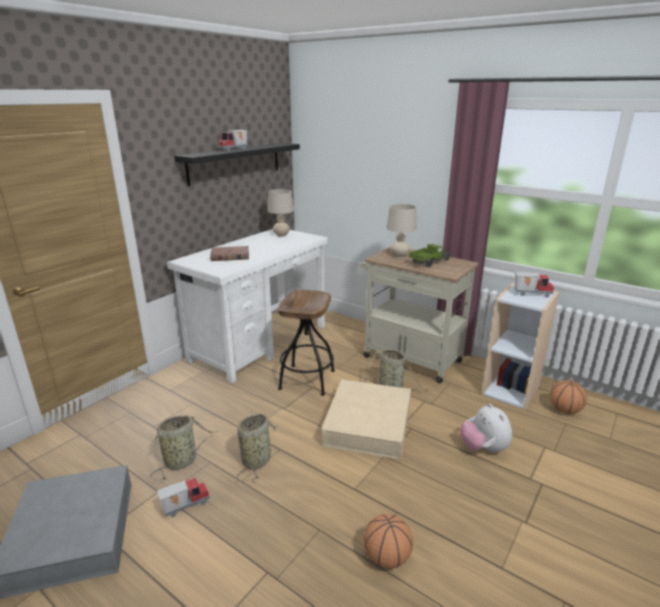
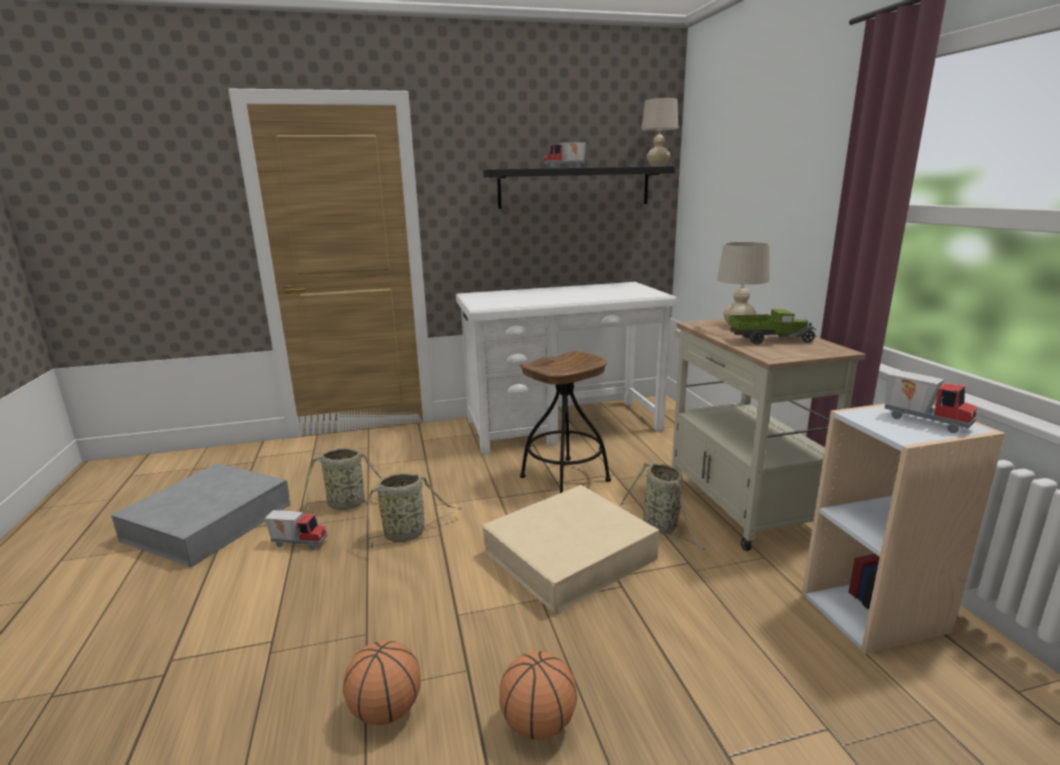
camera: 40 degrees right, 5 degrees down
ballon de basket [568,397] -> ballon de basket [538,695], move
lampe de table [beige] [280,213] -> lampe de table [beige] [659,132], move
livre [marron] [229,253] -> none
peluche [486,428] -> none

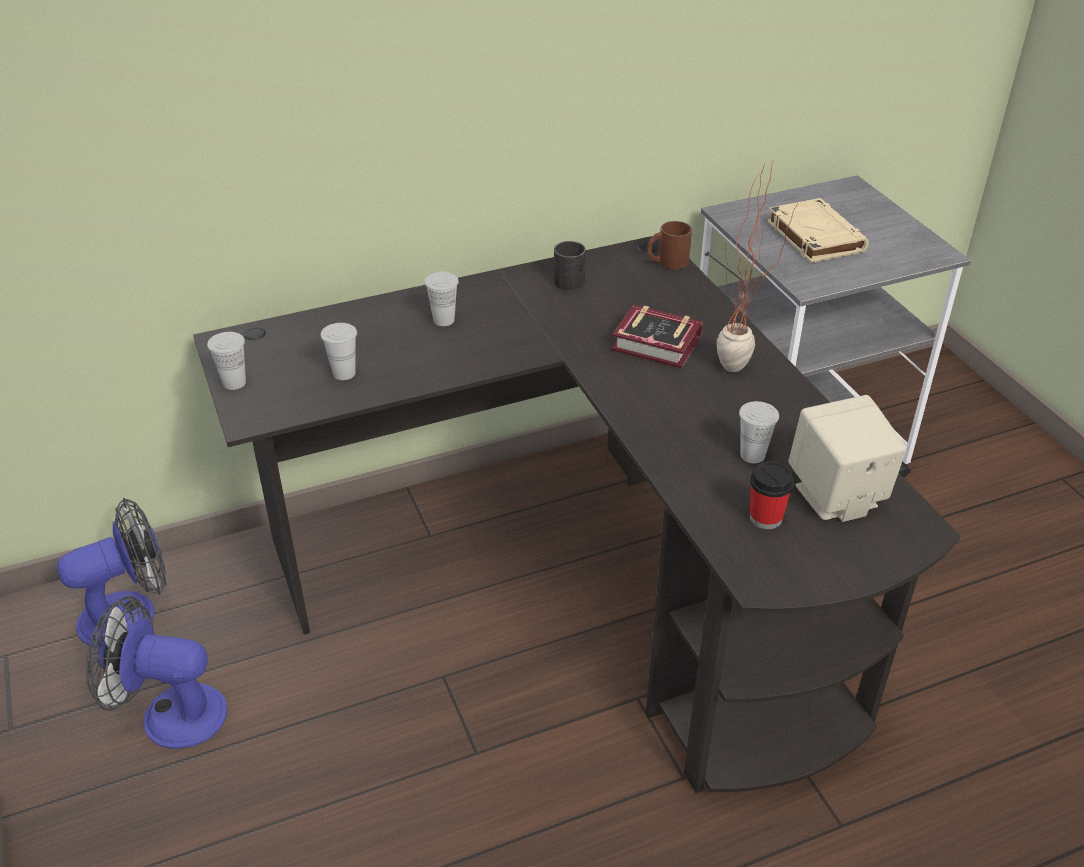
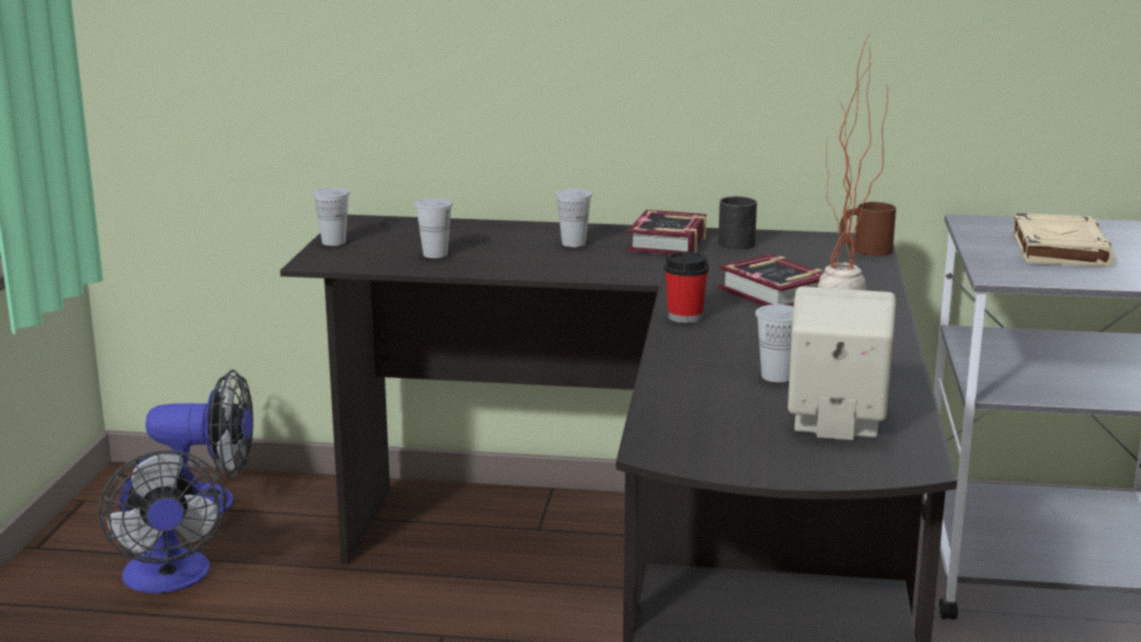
camera: 30 degrees right, 20 degrees down
ventilateur [157,672] -> ventilateur [162,522], 150 degrees counterclockwise
none -> livre [667,232]
tasse [772,495] -> tasse [686,287], move

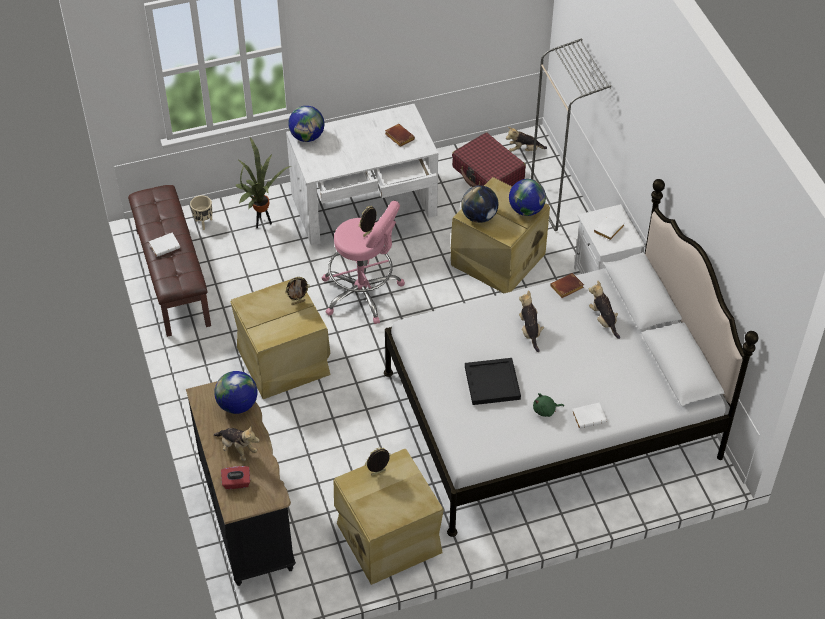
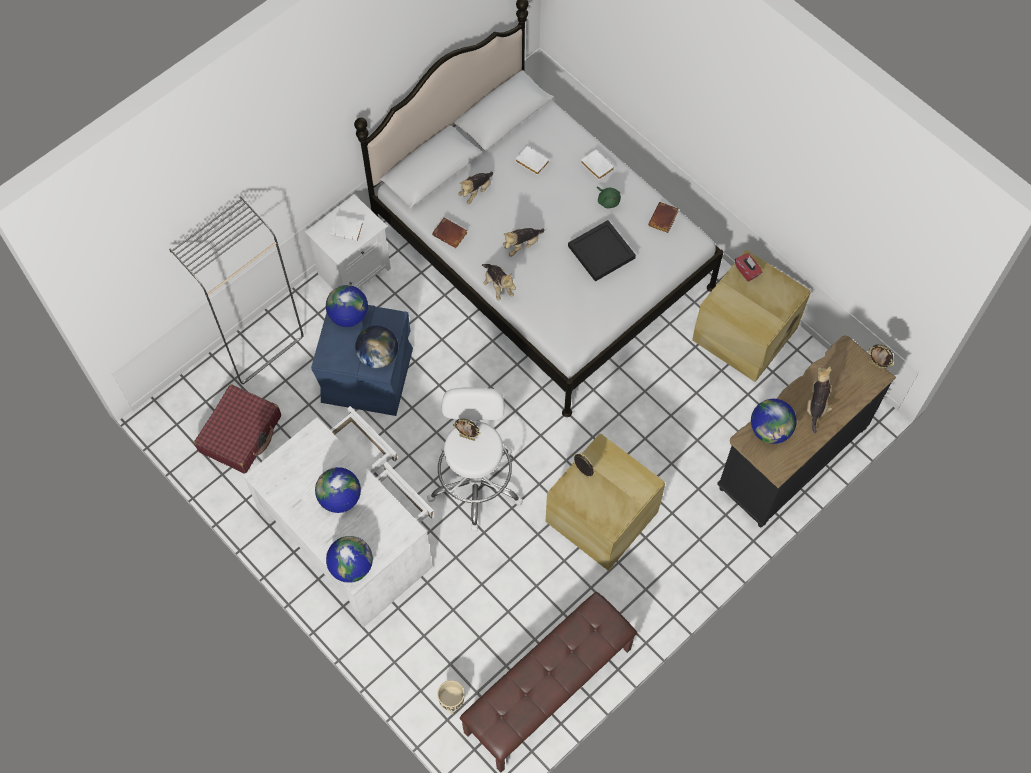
camera: 115 degrees left, 15 degrees up
boîte de rangement [beige] [500,235] -> boîte de rangement [bleu] [362,360]
none -> globe [338,490]
tabouret [rose] [363,262] -> tabouret [blanc] [475,459]
peluche [526,139] -> peluche [499,282], move
livre [blanc] [164,245] -> livre [blanc] [532,160], move
livre [marron] [400,135] -> livre [marron] [663,217], move
boîte à mouchoirs [rouge] [235,477] -> boîte à mouchoirs [rouge] [748,267], move
cadre photo [378,461] -> cadre photo [881,358], move
plante en pot [263,182] -> none

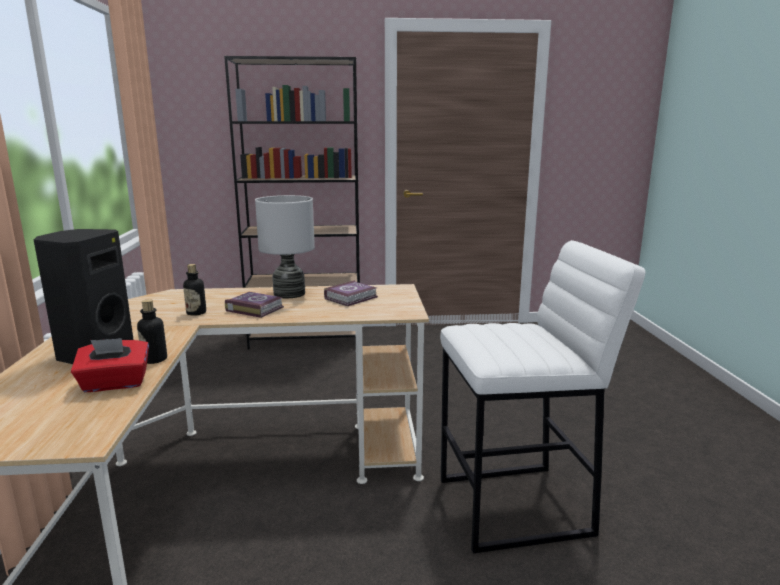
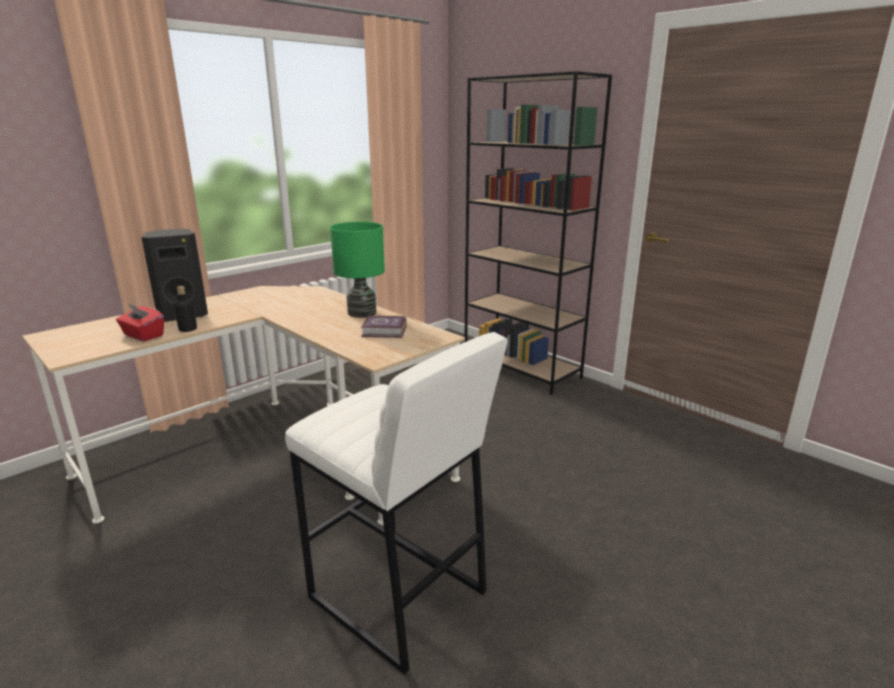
camera: 50 degrees right, 5 degrees up
lampe de table [gris] [285,247] -> lampe de table [vert] [357,270]
bouteille [194,290] -> none
livre [254,305] -> none

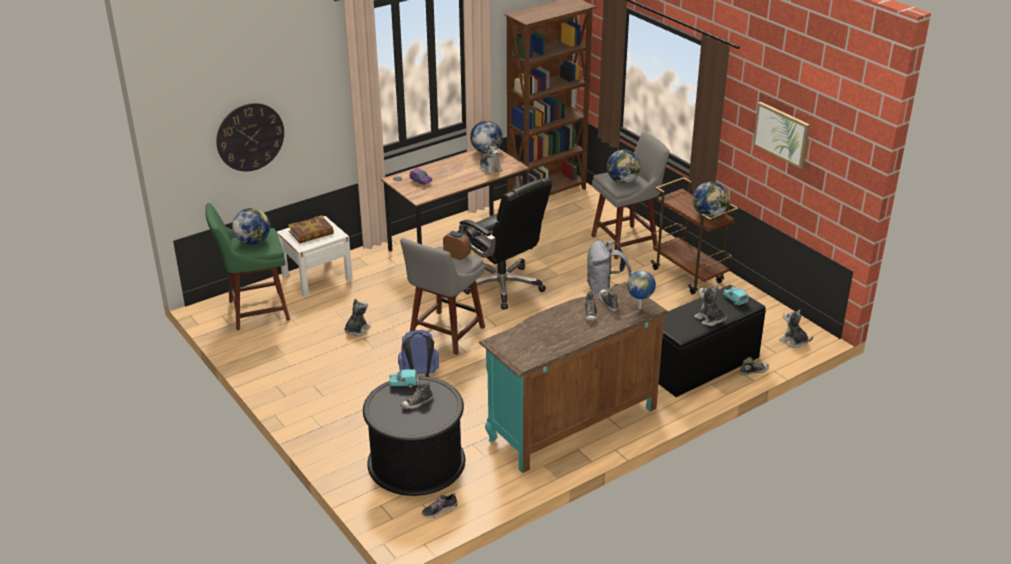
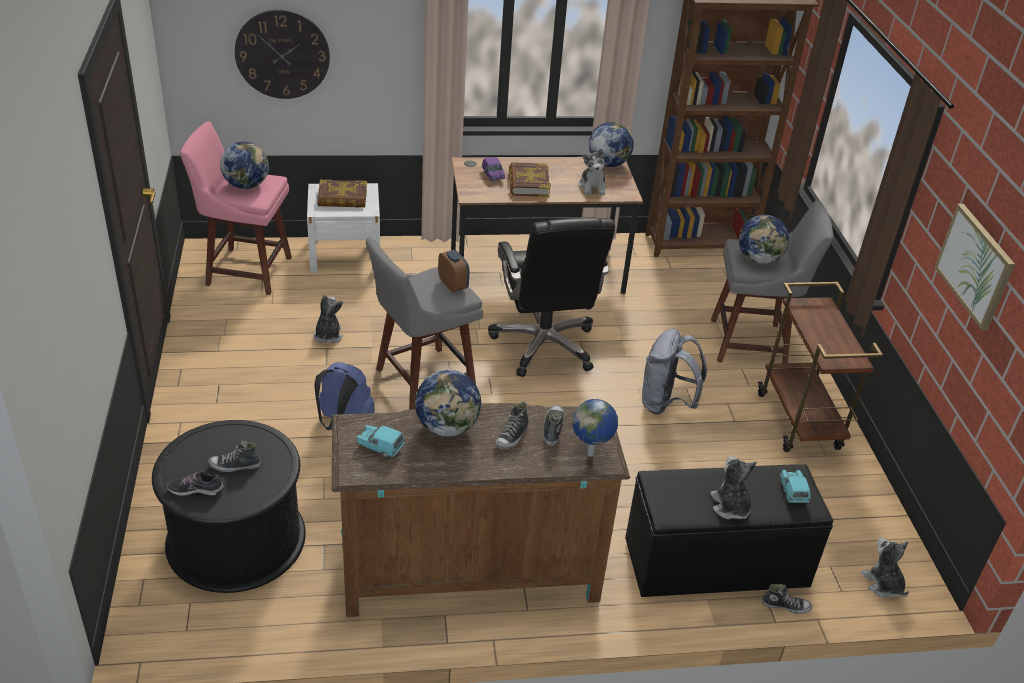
camera: 25 degrees right, 5 degrees up
chaussure [440,505] -> chaussure [195,483], move
tabouret [vert] [247,266] -> tabouret [rose] [236,208]
peluche [357,318] -> peluche [328,319], 60 degrees counterclockwise
petite voiture [turquoise] [403,378] -> petite voiture [turquoise] [380,441], move
globe [711,200] -> globe [448,403], move
none -> livre [529,179]

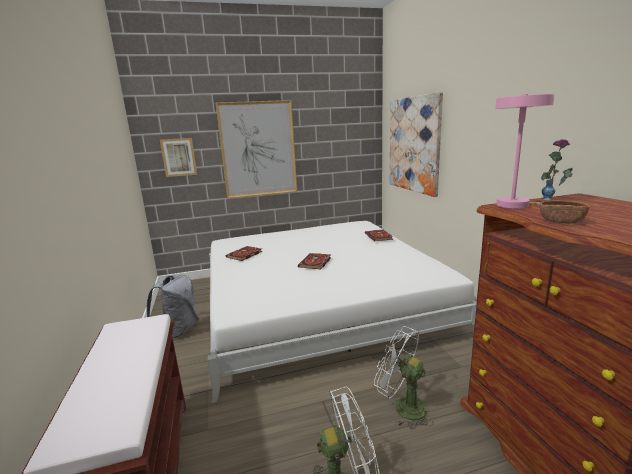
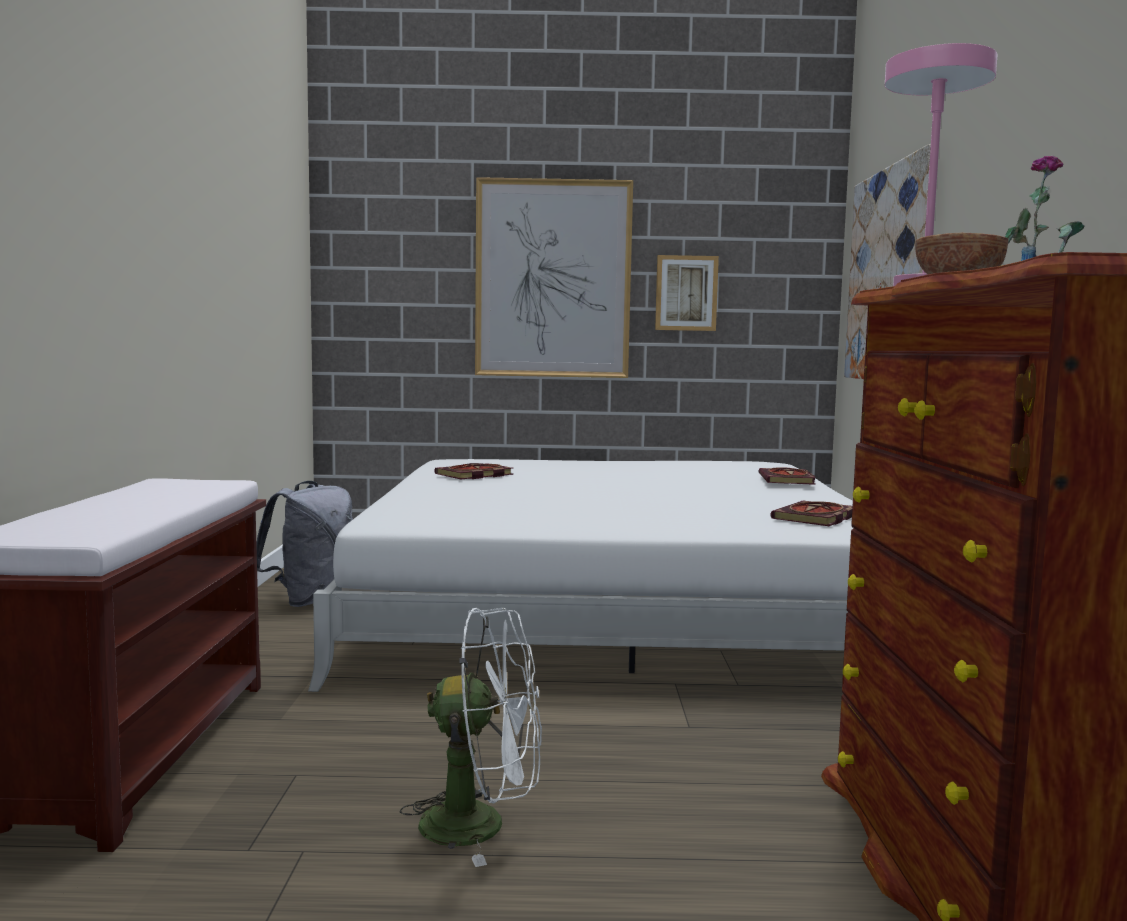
camera: 15 degrees right, 10 degrees down
tableau [178,157] -> tableau [687,293], move
livre [314,261] -> livre [811,513], move
ventilateur [blanc] [404,378] -> none

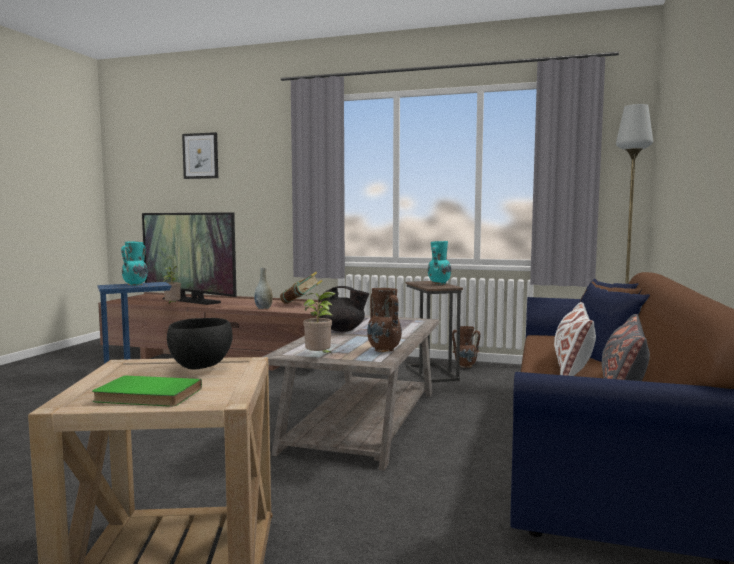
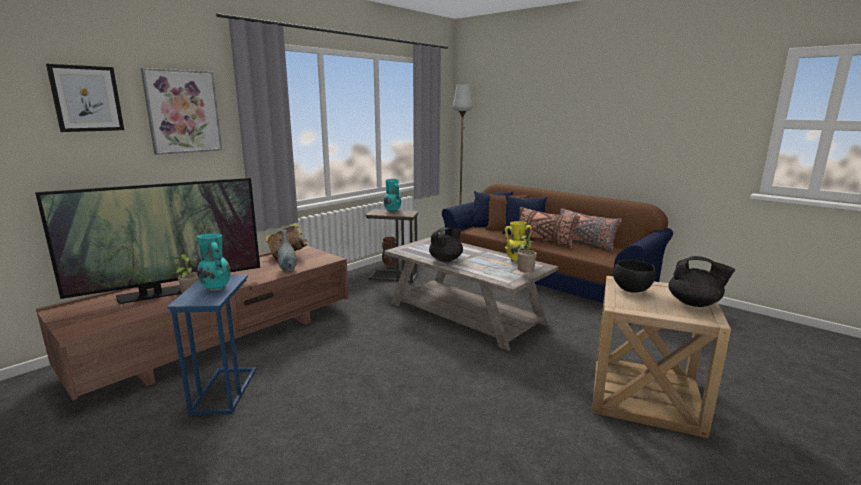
camera: 65 degrees left, 10 degrees up
none -> tableau [181,111]
vase [marron] [384,320] -> vase [jaune] [518,241]
coussin [blanc] [575,339] -> coussin [marron] [549,228]
livre [vert] [147,390] -> théière [noir] [702,281]

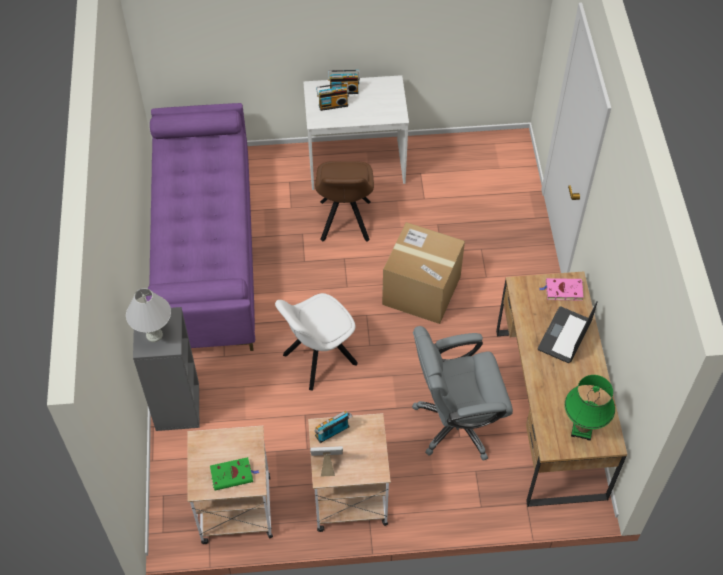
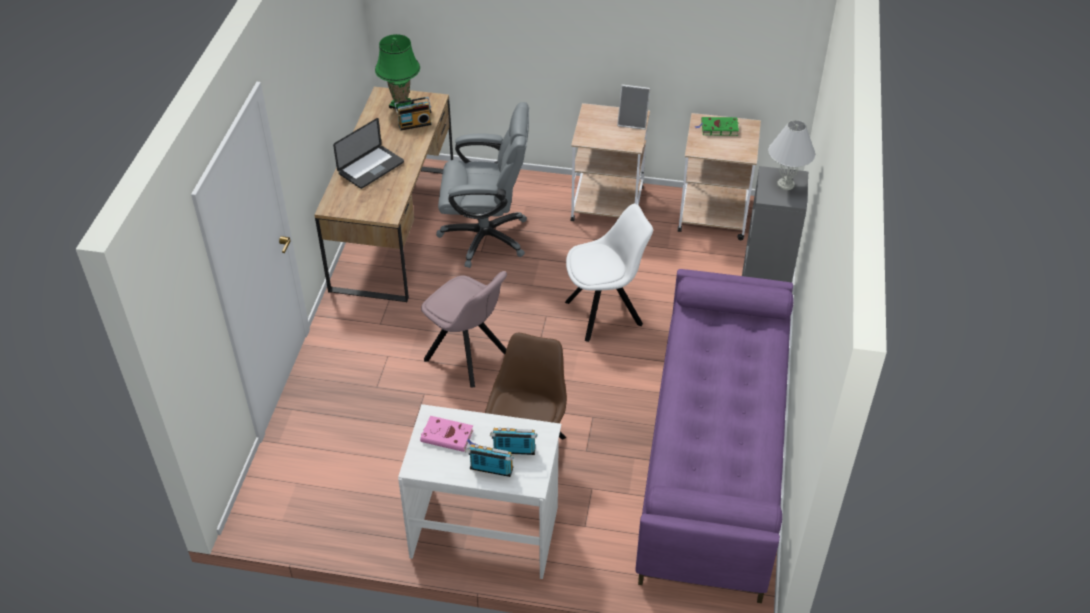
camera: 165 degrees left, 10 degrees down
radio [333,427] -> radio [412,113], move
livre [rose] [562,289] -> livre [rose] [448,434], move
carton [423,273] -> chaise [rose] [464,329]

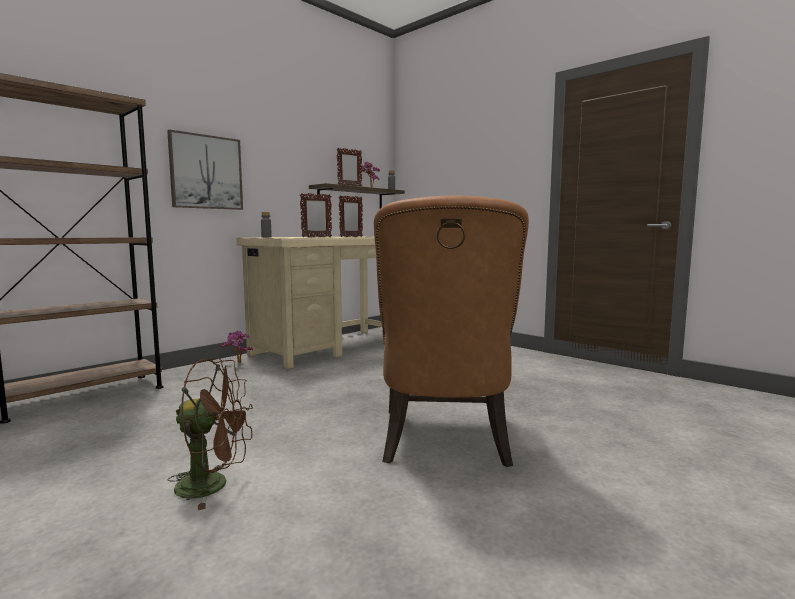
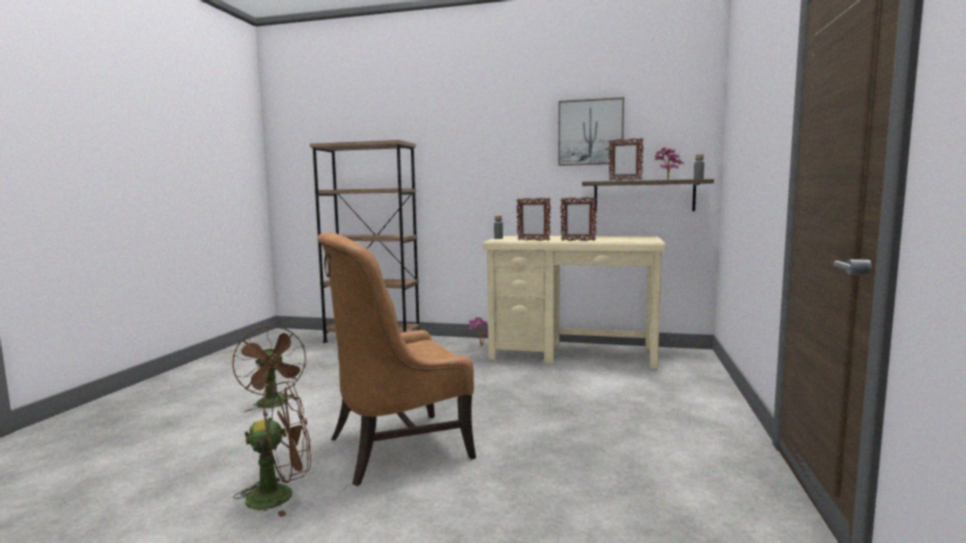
camera: 60 degrees right, 0 degrees up
none -> ventilateur [marron] [272,449]
tableau [205,170] -> tableau [591,131], move

